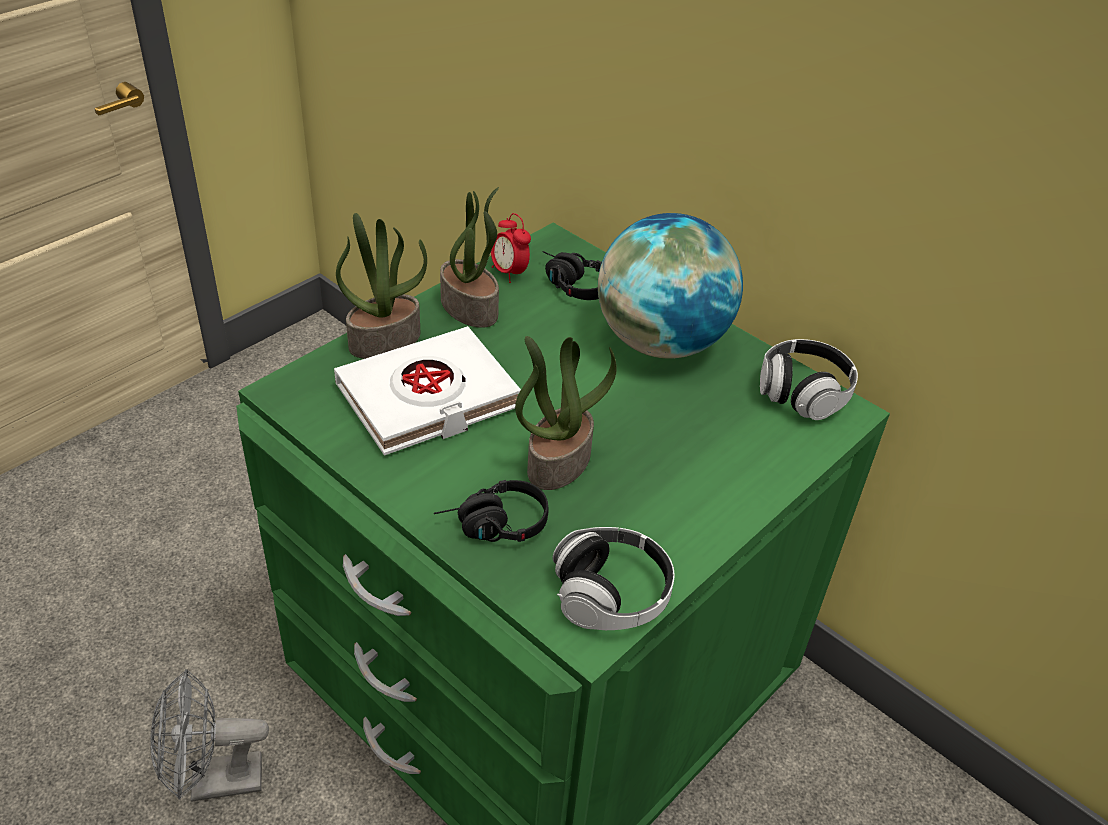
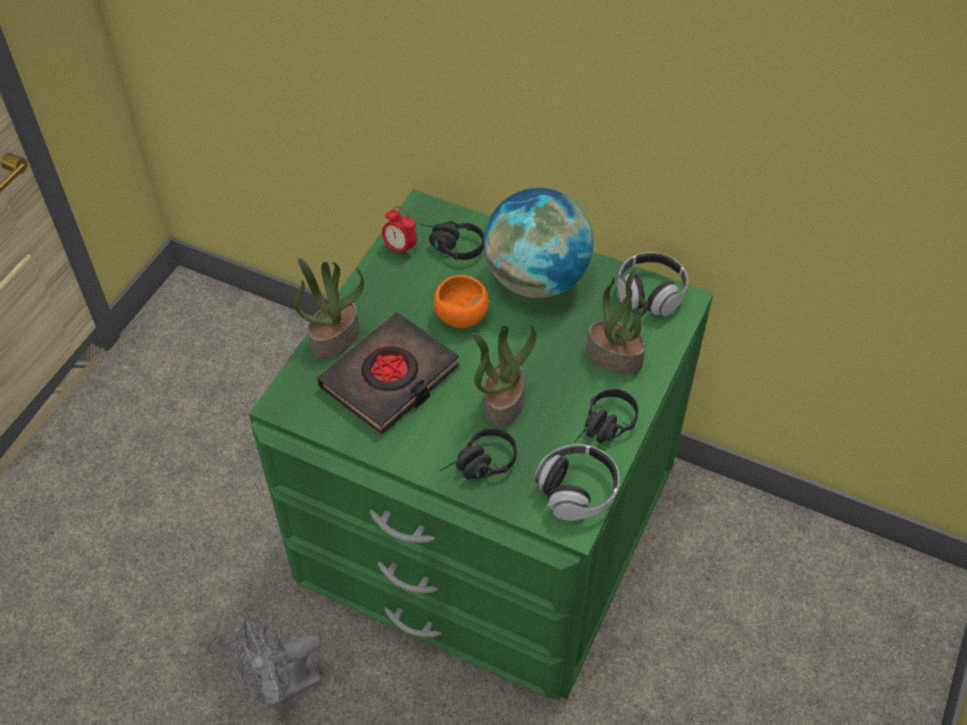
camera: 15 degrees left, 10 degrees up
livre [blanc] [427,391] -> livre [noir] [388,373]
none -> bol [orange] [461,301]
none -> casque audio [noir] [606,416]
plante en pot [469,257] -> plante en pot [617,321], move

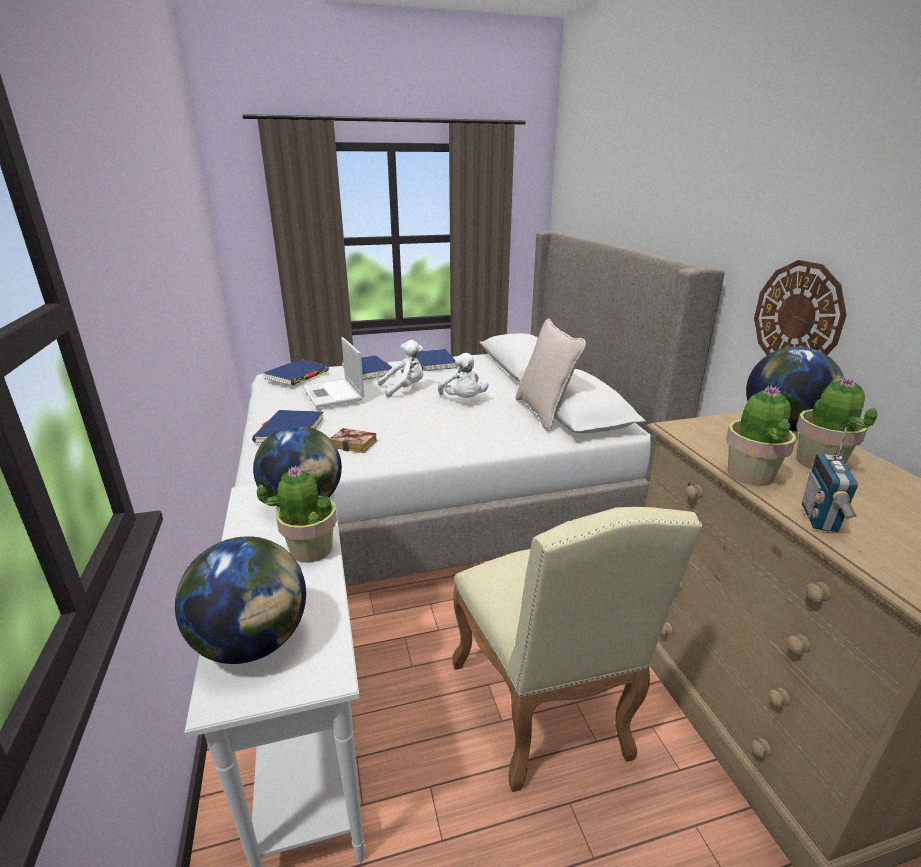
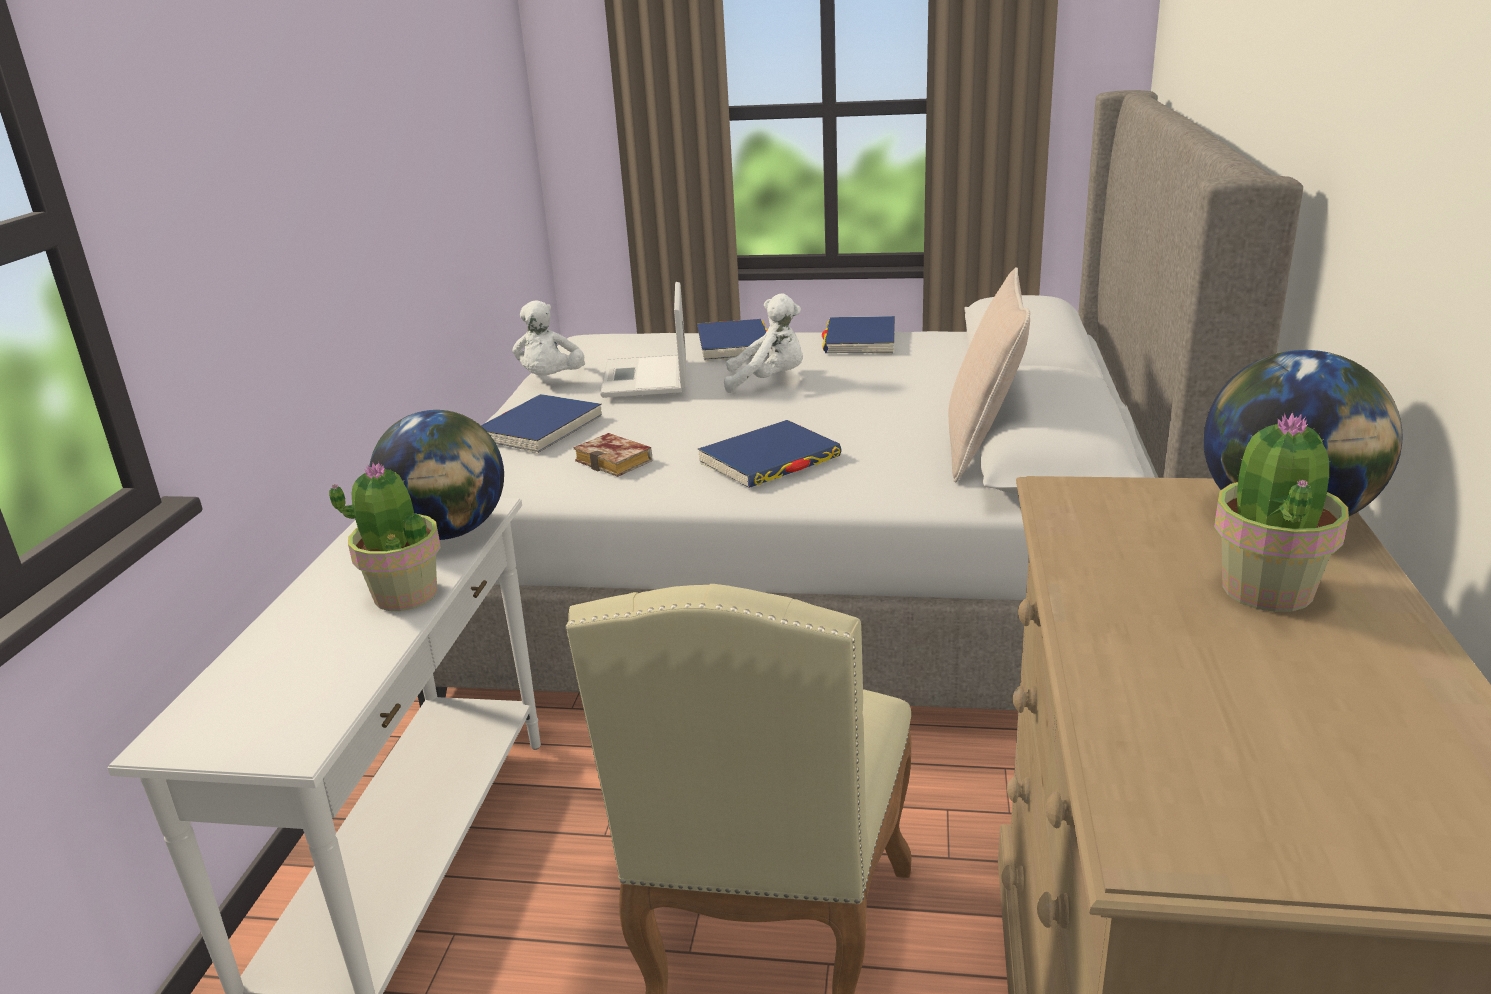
camera: 25 degrees right, 0 degrees up
peluche [blanc] [463,375] -> peluche [blanc] [548,338], move
livre [bleu] [296,372] -> livre [bleu] [770,454], move
globe [240,600] -> none
plante en pot [761,435] -> none
horloge murale [800,307] -> none
radio [830,479] -> none

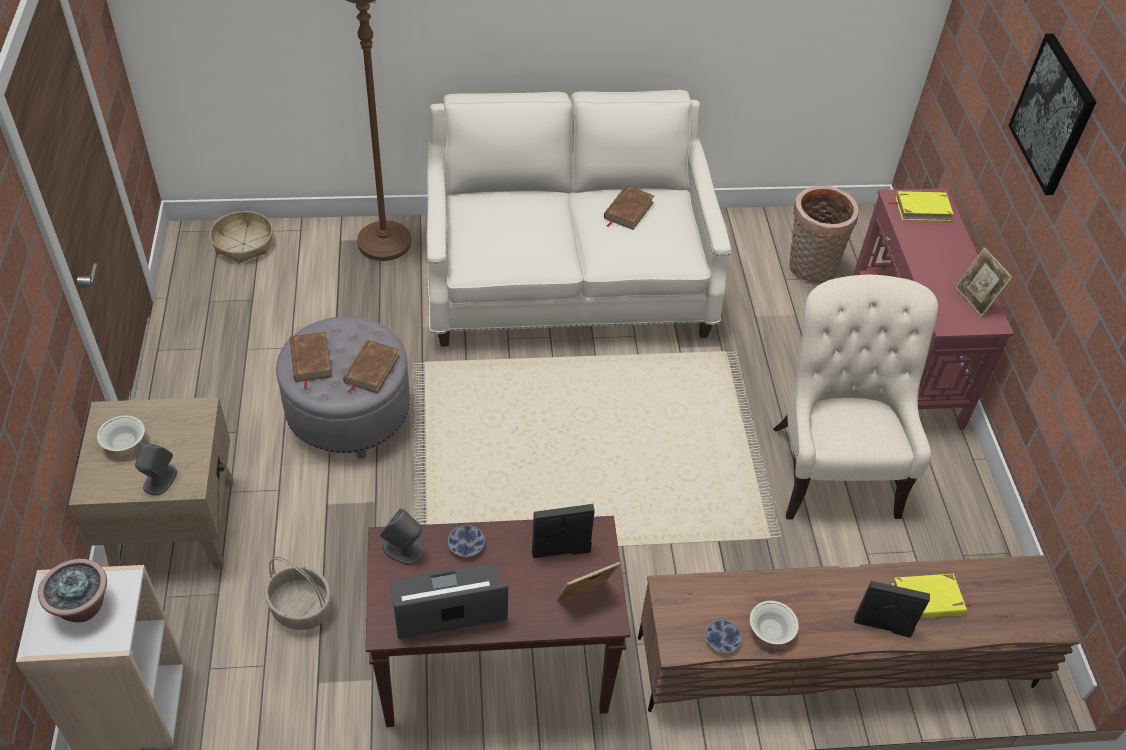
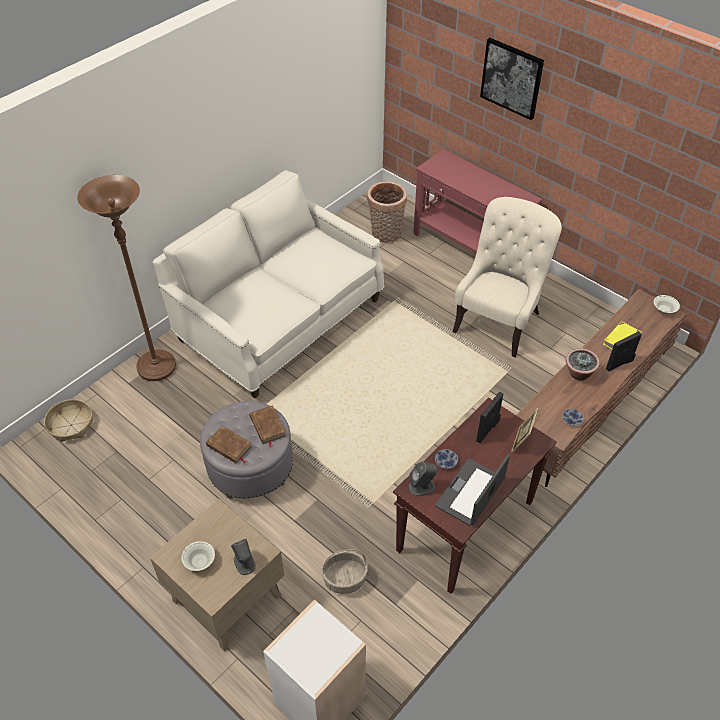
camera: 40 degrees left, 0 degrees up
fauteuil [beige] [855,397] -> fauteuil [beige] [507,277], 75 degrees clockwise
plante en pot [72,590] -> plante en pot [583,364], move
bol [blanc] [774,622] -> bol [blanc] [667,304], move
livre [marron] [629,207] -> none
livre [jaune] [920,206] -> none
cadre photo [984,282] -> none

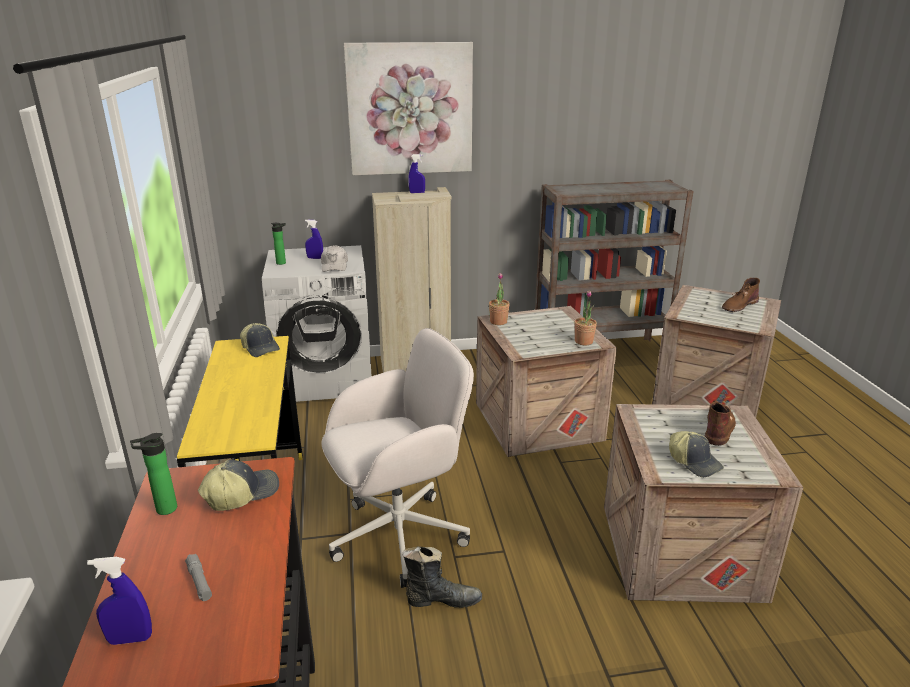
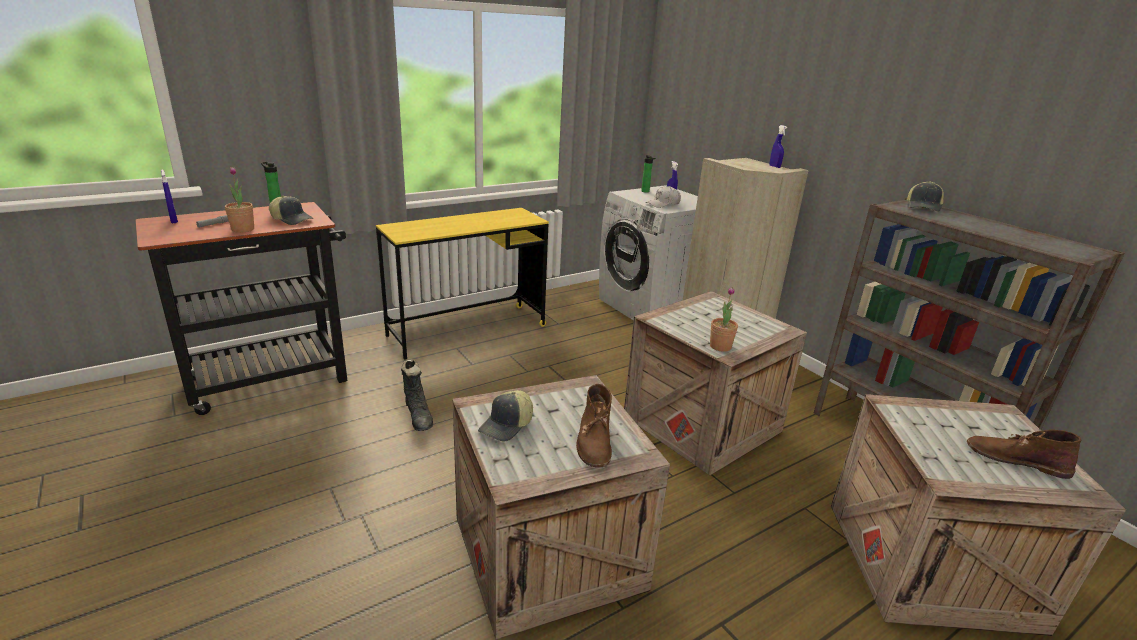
camera: 65 degrees right, 0 degrees up
plante en pot [499,299] -> plante en pot [239,200], move
botte [marron] [720,423] -> botte [marron] [594,425], 90 degrees clockwise
casquette [260,340] -> casquette [925,196], move
chaise de bureau [blanc] [398,458] -> none
tableau [408,108] -> none

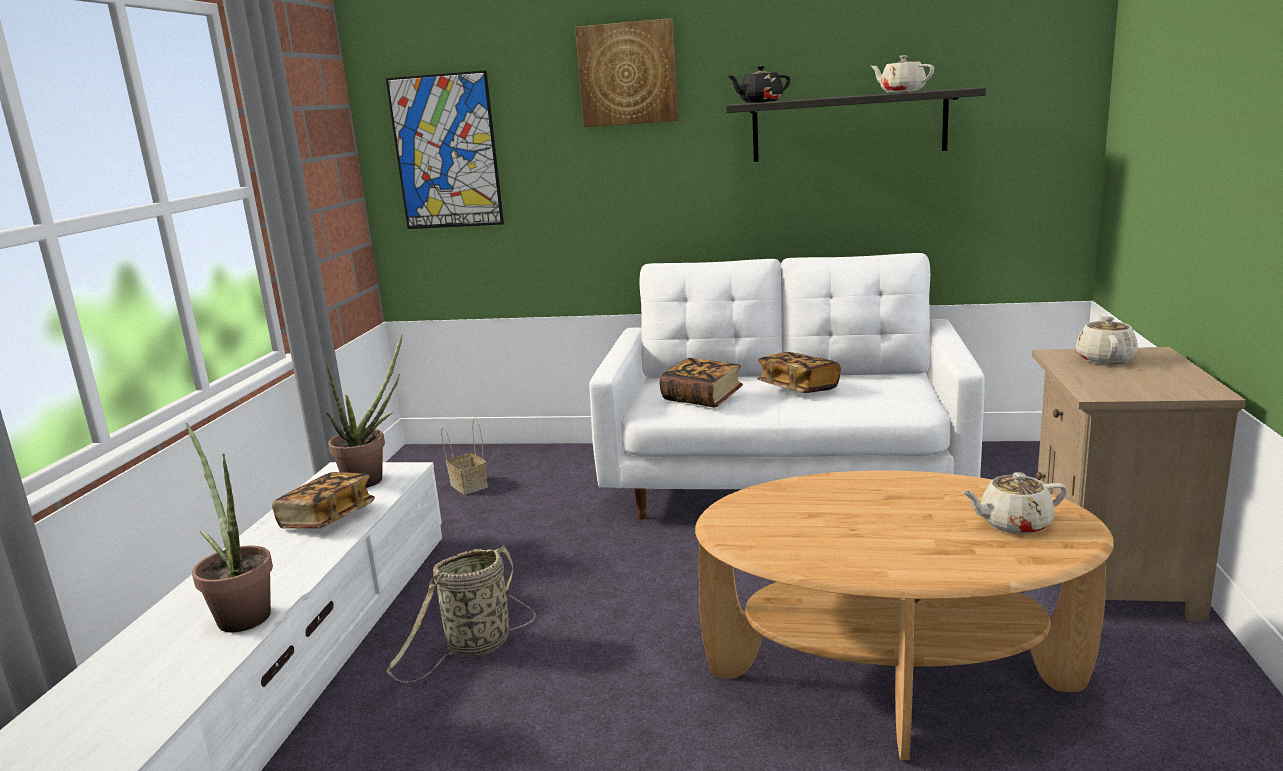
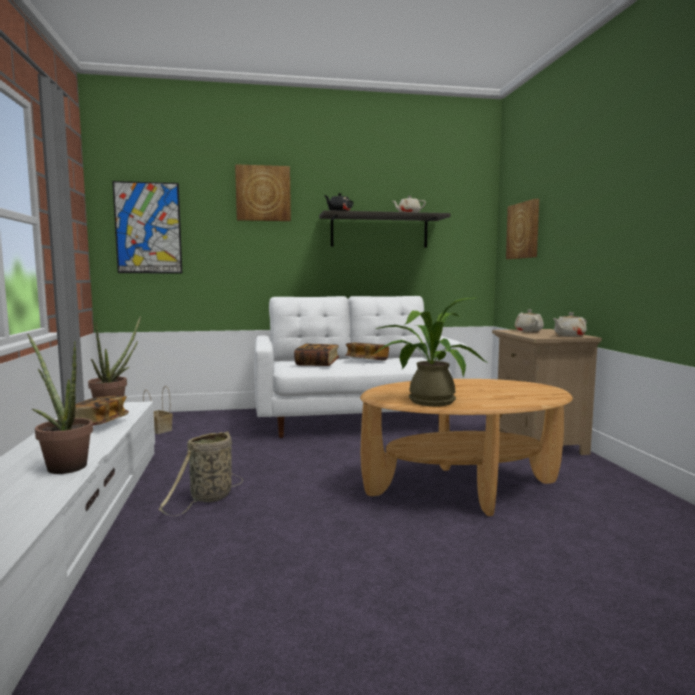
camera: 20 degrees left, 10 degrees down
none -> plante en pot [429,352]
none -> tableau [522,229]
théière [beige] [1014,503] -> théière [beige] [570,324], move

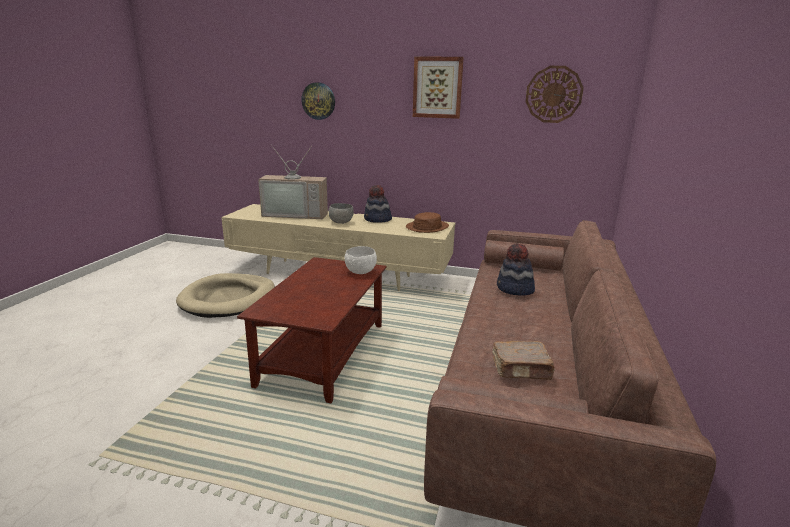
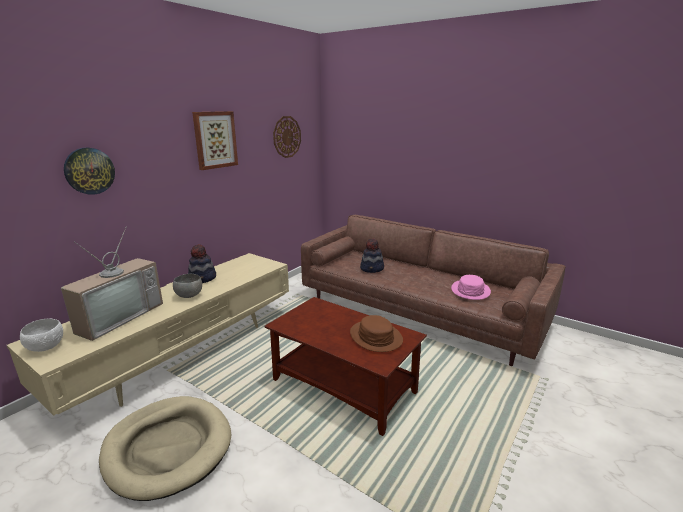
camera: 70 degrees left, 0 degrees up
bol [blanc] [361,260] -> bol [blanc] [41,335], move
chapeau [marron] [427,222] -> chapeau [marron] [376,333], move
livre [marron] [523,360] -> chapeau [rose] [471,287]

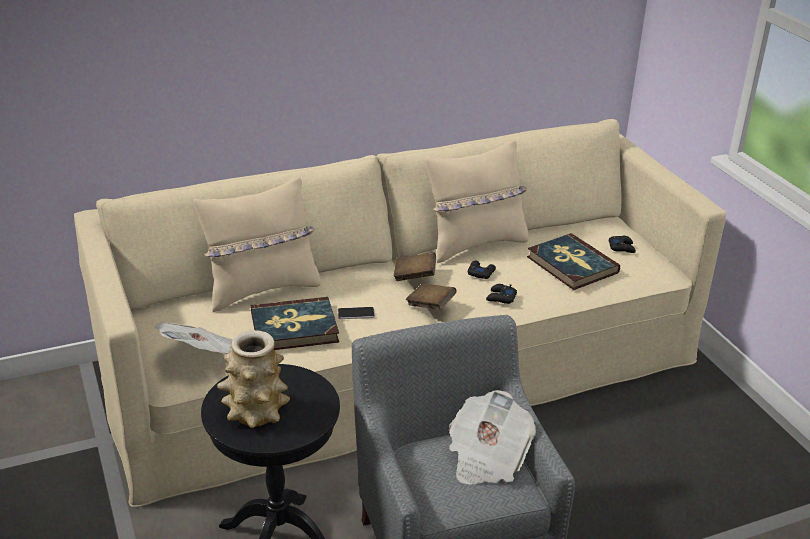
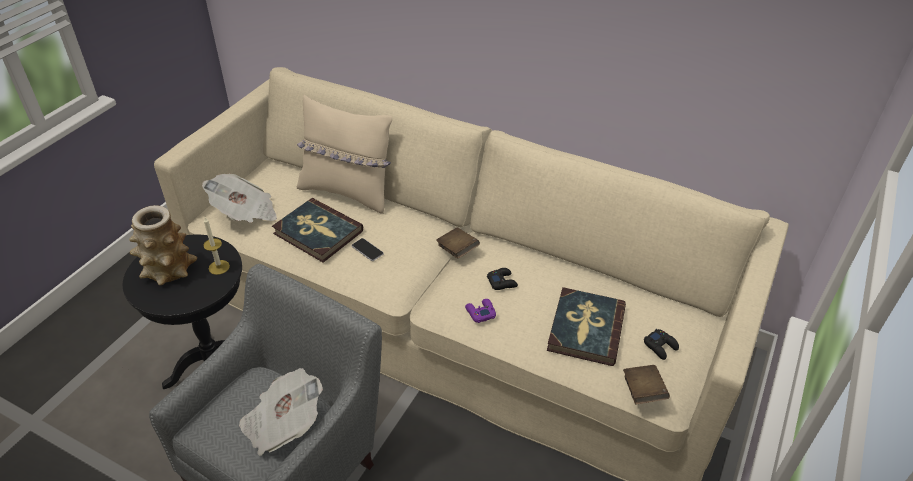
camera: 50 degrees right, 10 degrees up
none -> bougie [216,246]
manette [noir] [501,294] -> manette [violet] [480,311]
livre [marron] [431,296] -> livre [marron] [646,384], move
coussin [beige] [477,201] -> none

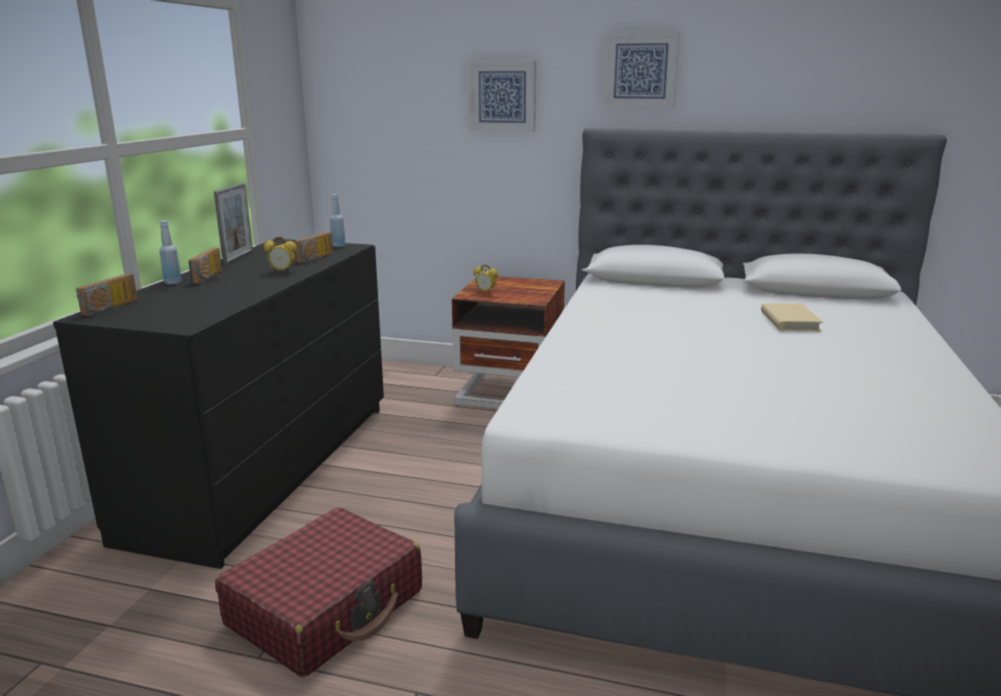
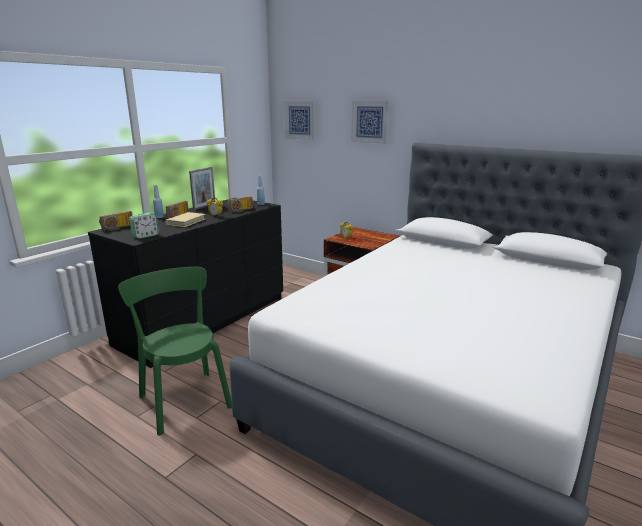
camera: 20 degrees right, 0 degrees up
valise [rouge] [318,592] -> chaise [vert] [175,351]
none -> réveil [144,226]
livre [beige] [792,317] -> livre [beige] [185,219], move
tableau [641,70] -> tableau [299,120], move

